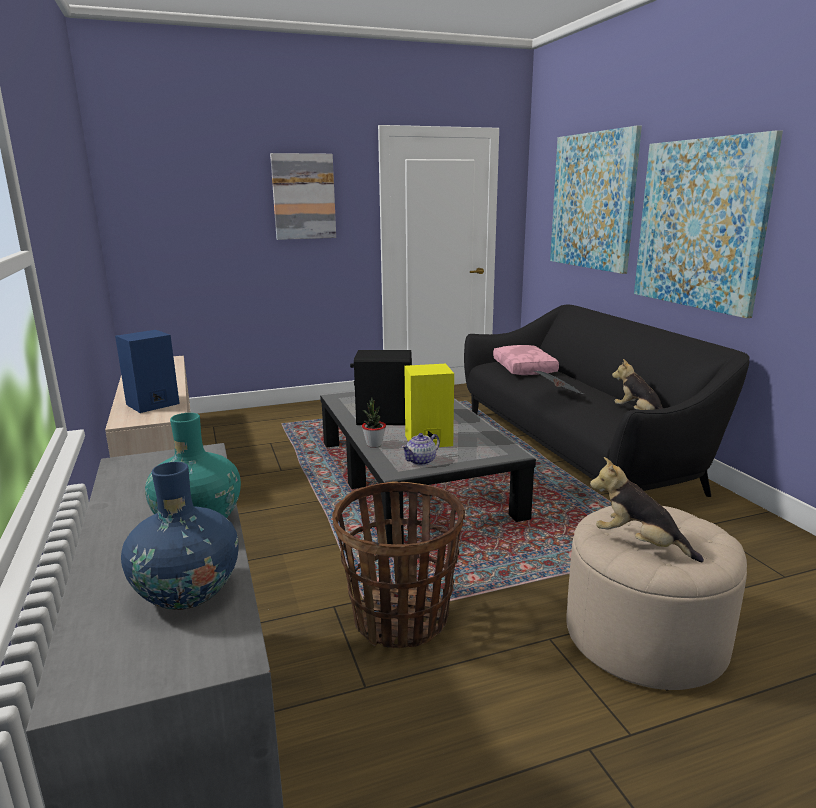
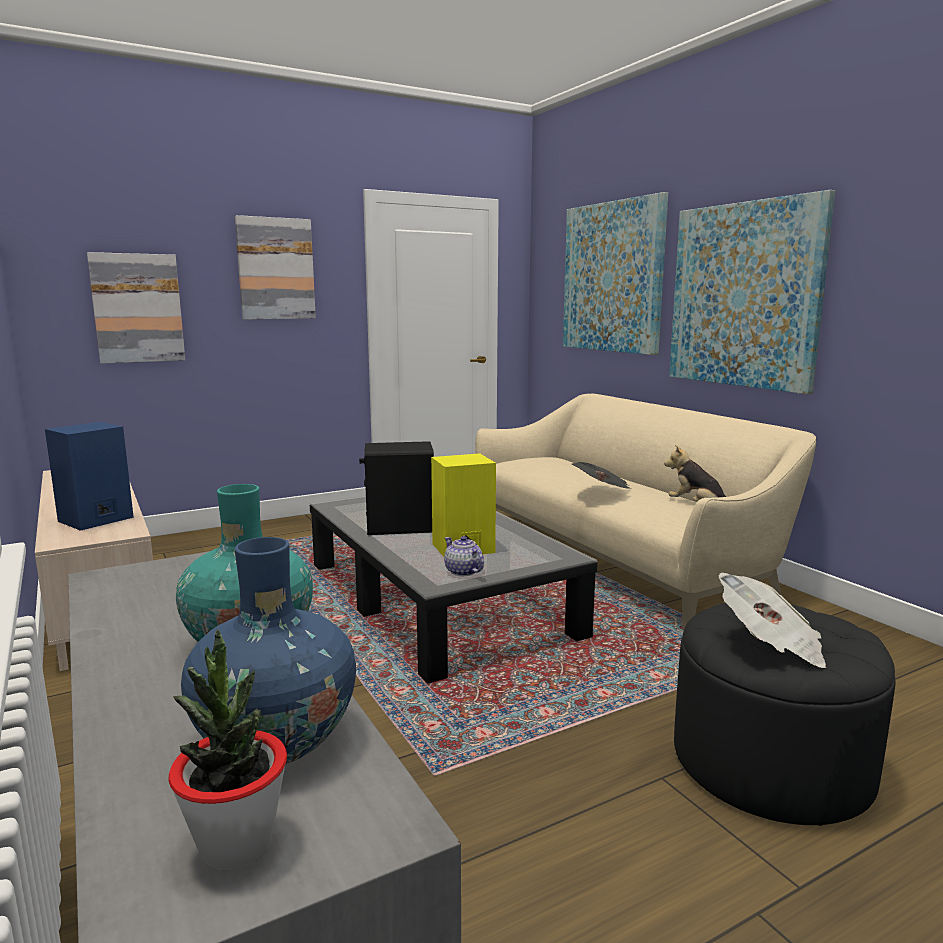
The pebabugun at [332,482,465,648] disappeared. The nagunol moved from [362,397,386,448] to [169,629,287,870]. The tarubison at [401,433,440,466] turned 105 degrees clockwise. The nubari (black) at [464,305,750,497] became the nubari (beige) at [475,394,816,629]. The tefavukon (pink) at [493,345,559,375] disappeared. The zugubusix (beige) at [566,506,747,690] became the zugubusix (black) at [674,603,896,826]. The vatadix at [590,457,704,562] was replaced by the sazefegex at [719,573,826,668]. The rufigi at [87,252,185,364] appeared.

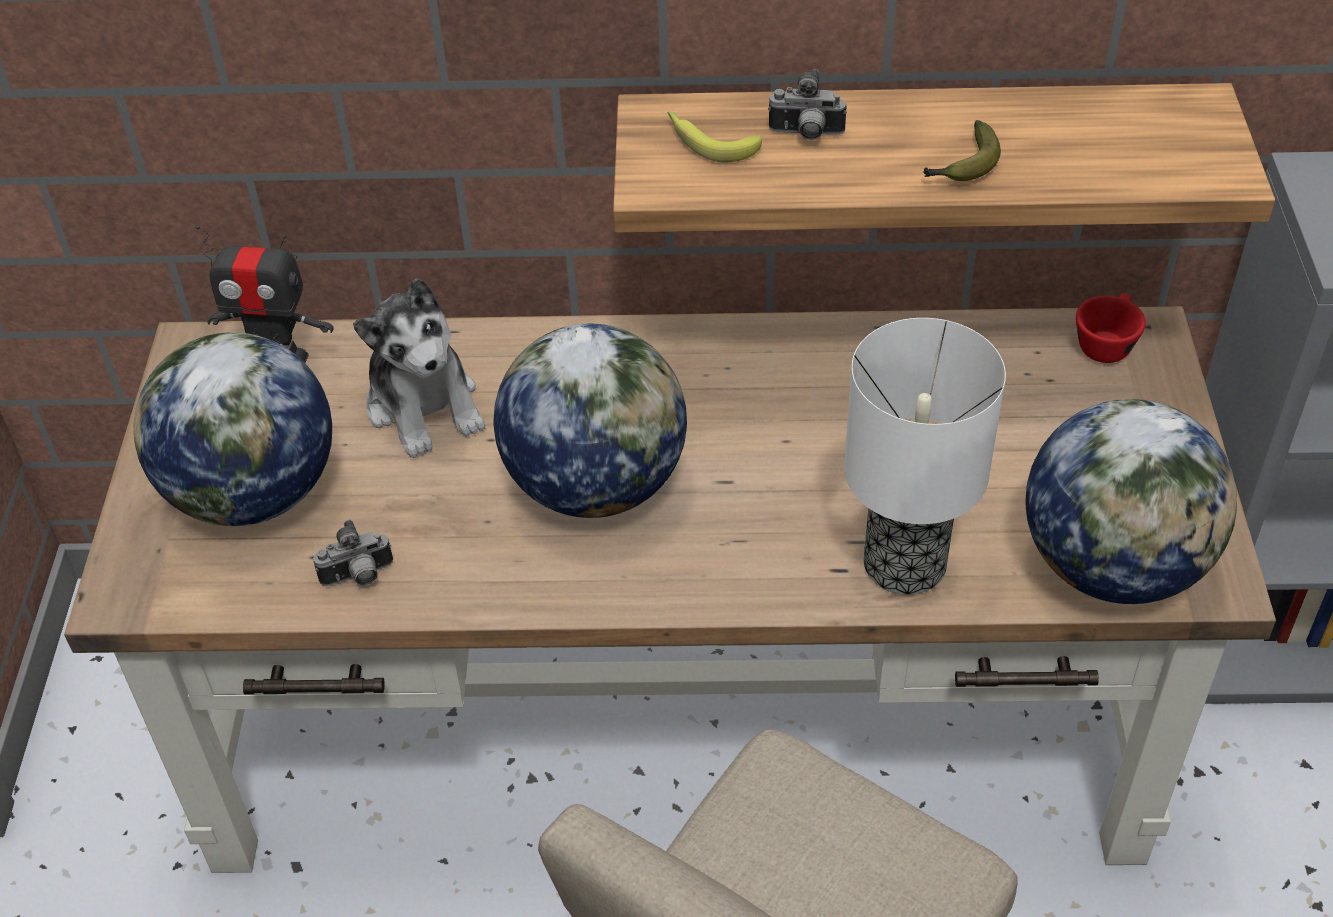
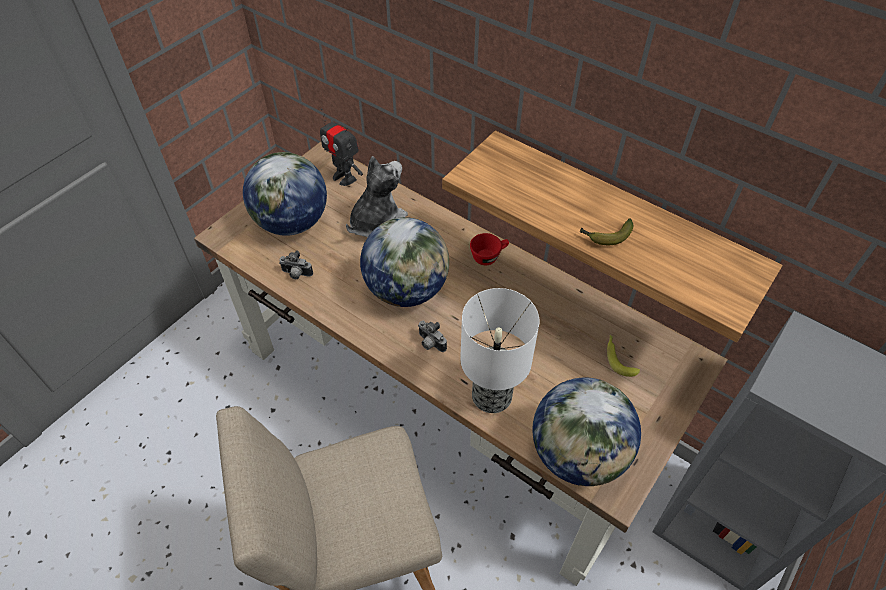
The vatadix at [353,278,485,458] turned 150 degrees counterclockwise. The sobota moved from [667,112,762,163] to [607,335,640,377]. The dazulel moved from [768,69,847,140] to [418,321,447,352]. The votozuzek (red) moved from [1076,293,1146,363] to [470,233,509,265].

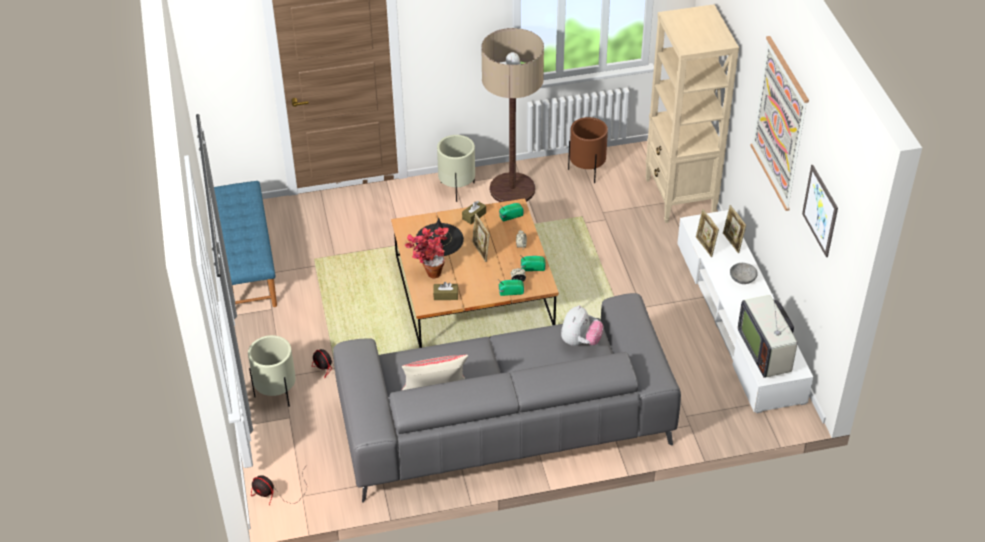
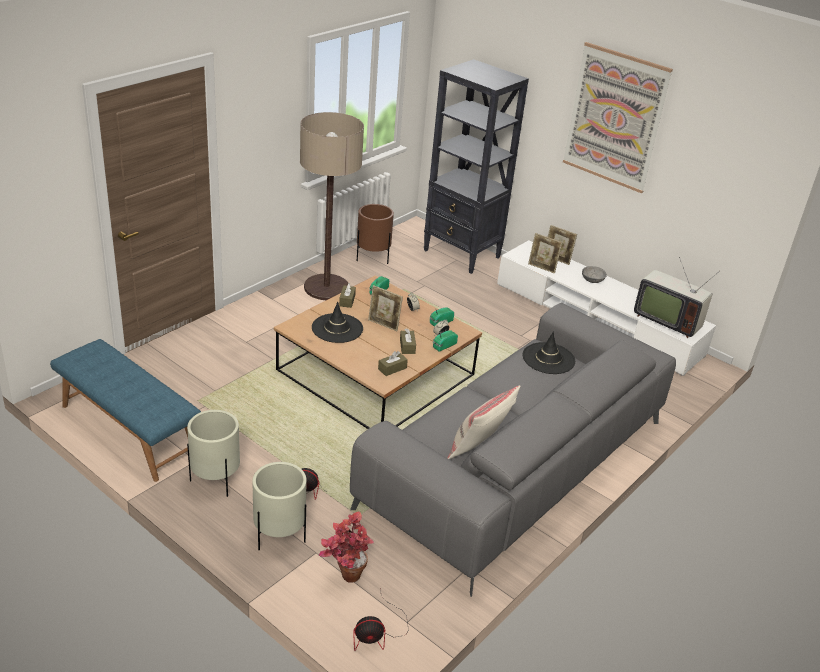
The nagunol moved from [405,227,449,278] to [319,512,374,583]. The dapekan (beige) moved from [437,135,475,202] to [187,410,240,497]. The vatadix at [561,305,604,346] was replaced by the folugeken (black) at [523,331,575,374]. The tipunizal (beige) at [645,4,739,223] became the tipunizal (black) at [424,59,529,274]. The rufigi at [802,165,838,257] disappeared. The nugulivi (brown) at [400,328,416,354] appeared.

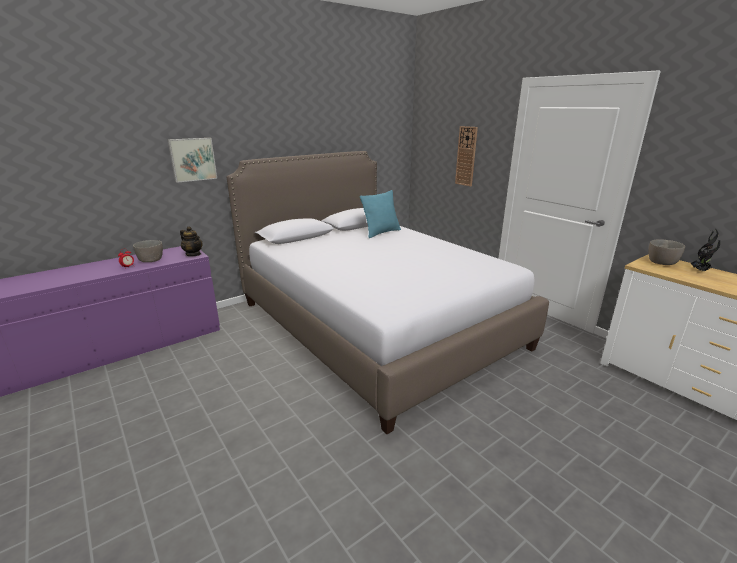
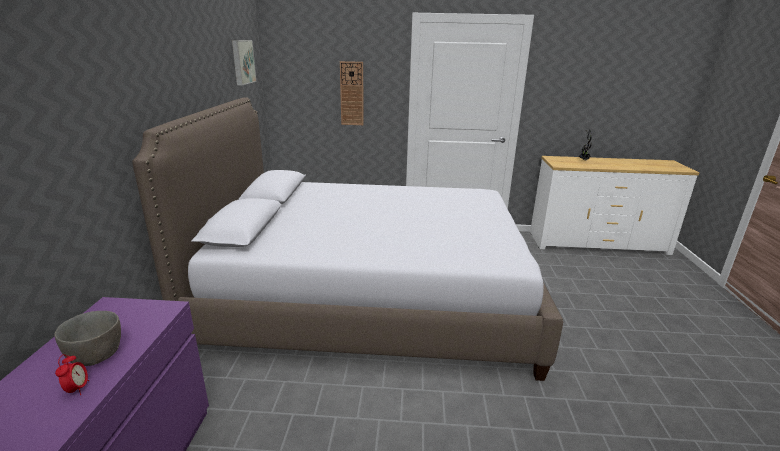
The rufigi moved from [168,138,217,183] to [232,40,256,85]. The tarubison at [180,226,203,256] disappeared. The tefavukon (turquoise) at [360,190,401,238] disappeared. The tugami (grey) at [649,240,685,265] disappeared.

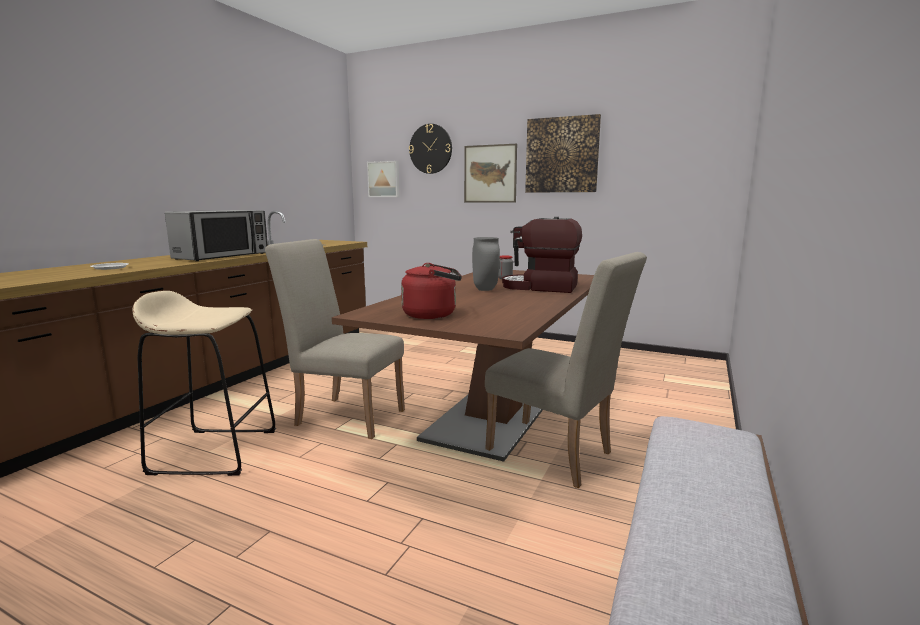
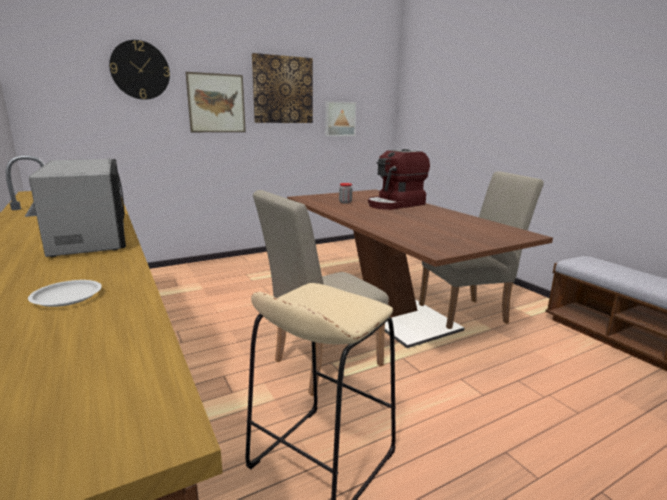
The rufigi moved from [367,161,400,197] to [325,101,356,136]. The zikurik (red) at [401,263,462,319] disappeared. The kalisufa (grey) at [472,237,500,291] disappeared.

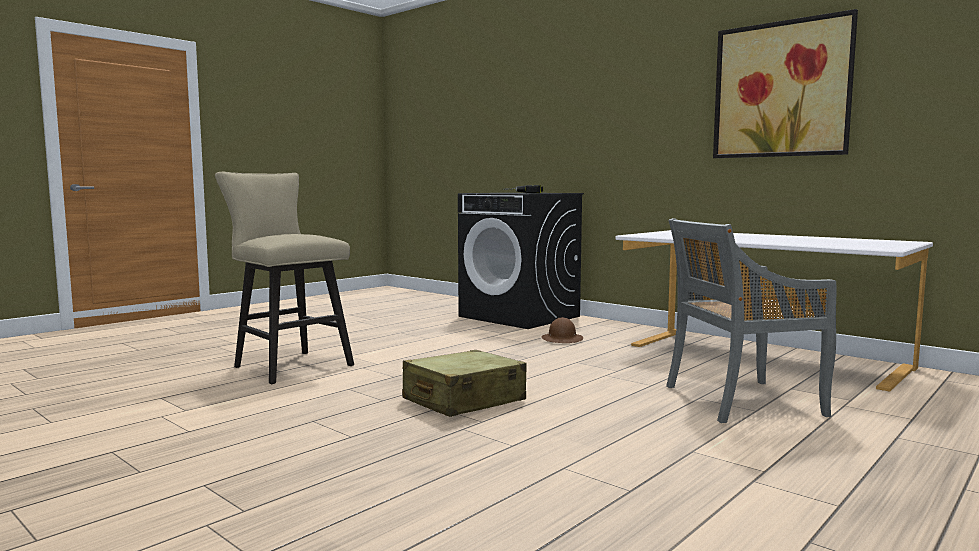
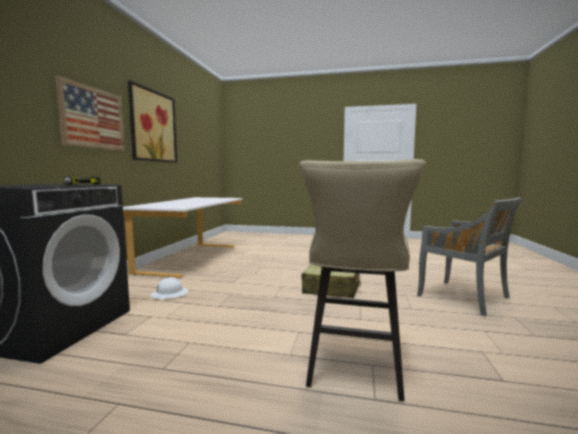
The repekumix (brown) at [541,317,583,343] became the repekumix (white) at [151,277,188,299]. The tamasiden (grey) moved from [666,218,837,423] to [417,197,522,316]. The rufigi at [55,76,125,151] appeared.

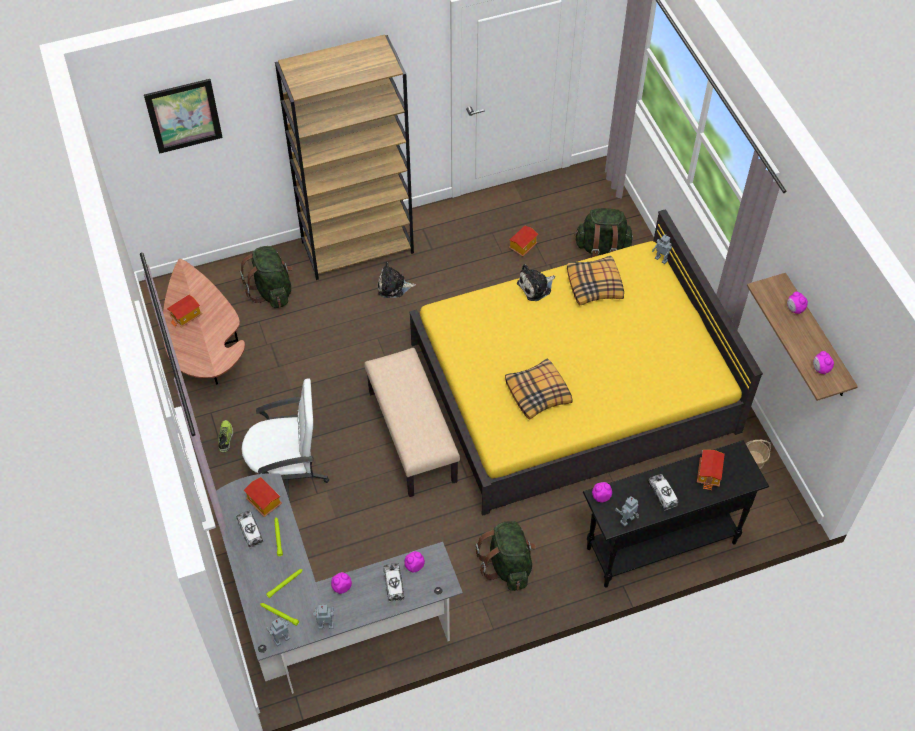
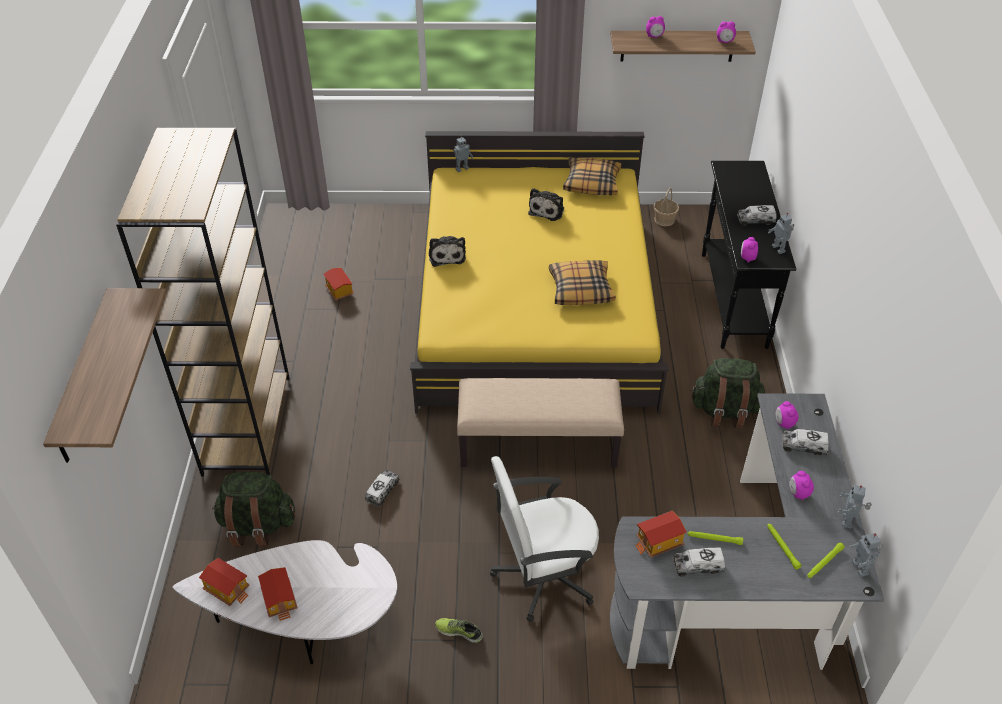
The rufigi at [144,79,223,154] was replaced by the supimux at [43,288,167,463]. The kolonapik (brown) at [163,259,245,384] became the kolonapik (white) at [173,540,397,664]. The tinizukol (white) at [242,379,329,501] turned 120 degrees counterclockwise. The vatadix moved from [378,261,416,298] to [528,188,564,221]. The tefavukon moved from [567,256,624,306] to [563,157,622,195]. The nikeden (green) at [574,208,633,258] disappeared. The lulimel moved from [697,450,725,490] to [199,558,250,606]. The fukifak at [365,470,400,507] appeared.

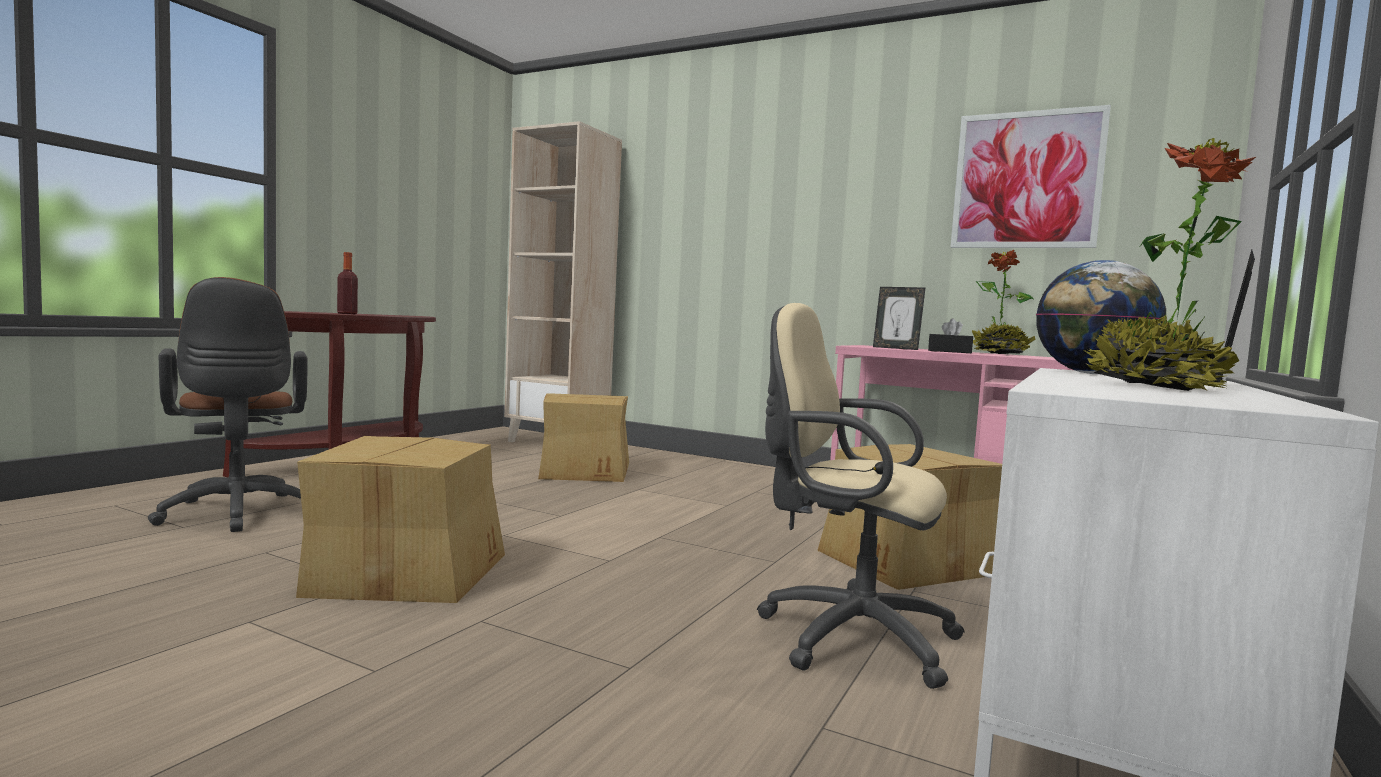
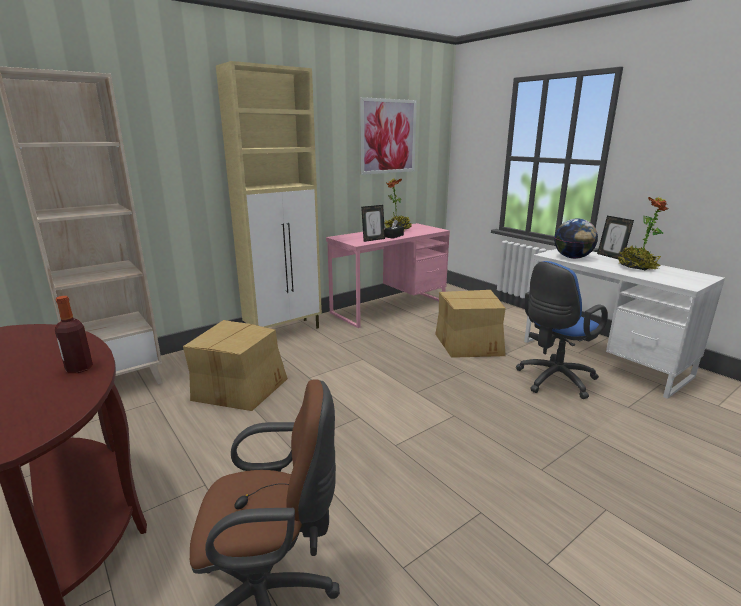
The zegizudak at [296,436,505,603] disappeared. The tinizukol (beige) at [757,303,965,689] became the tinizukol (blue) at [516,261,608,399]. The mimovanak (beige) at [216,61,322,329] appeared.

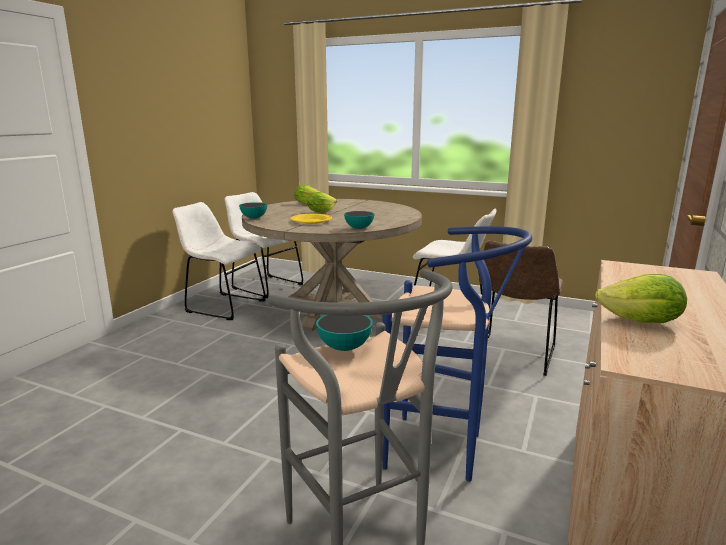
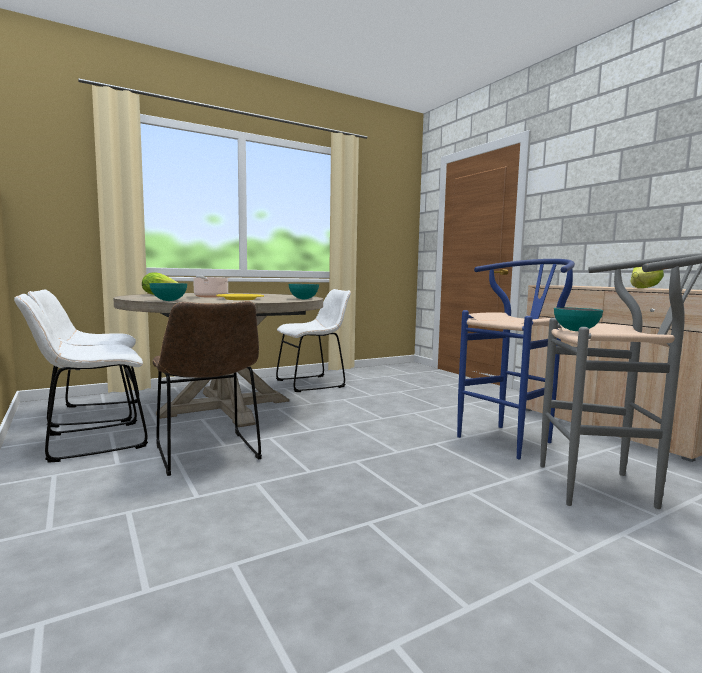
The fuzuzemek at [307,192,337,213] was replaced by the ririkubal at [192,275,229,298]. The tamasiden (brown) moved from [479,240,564,376] to [152,301,262,476].

